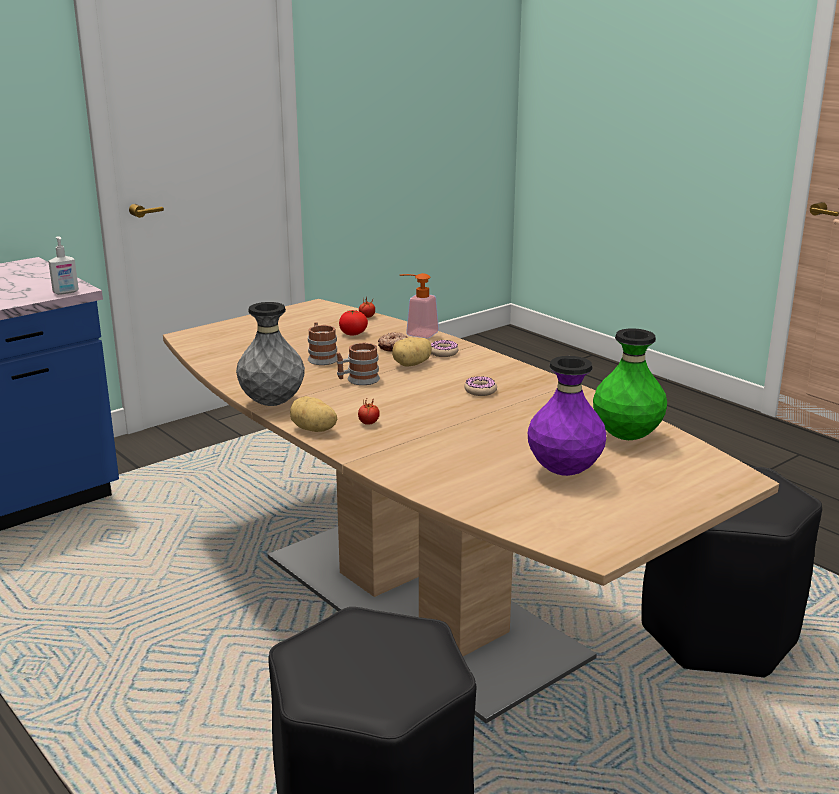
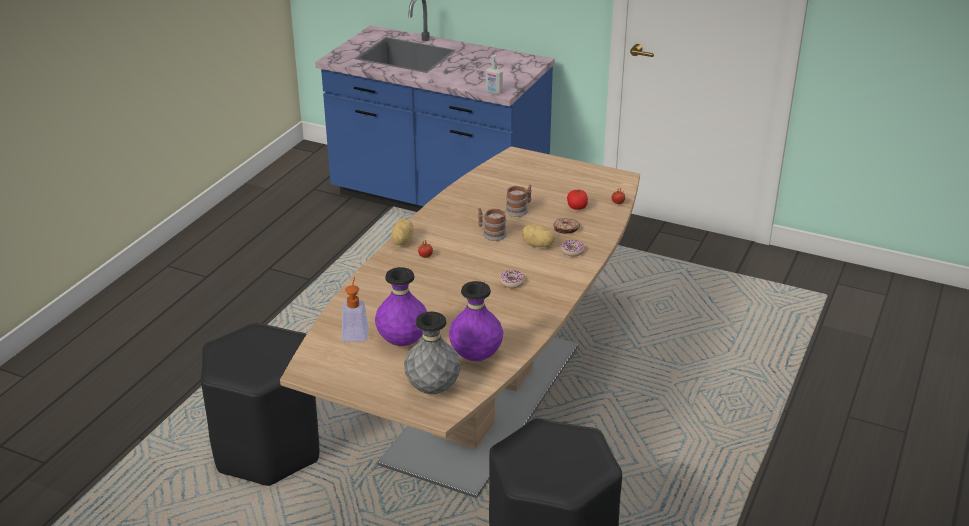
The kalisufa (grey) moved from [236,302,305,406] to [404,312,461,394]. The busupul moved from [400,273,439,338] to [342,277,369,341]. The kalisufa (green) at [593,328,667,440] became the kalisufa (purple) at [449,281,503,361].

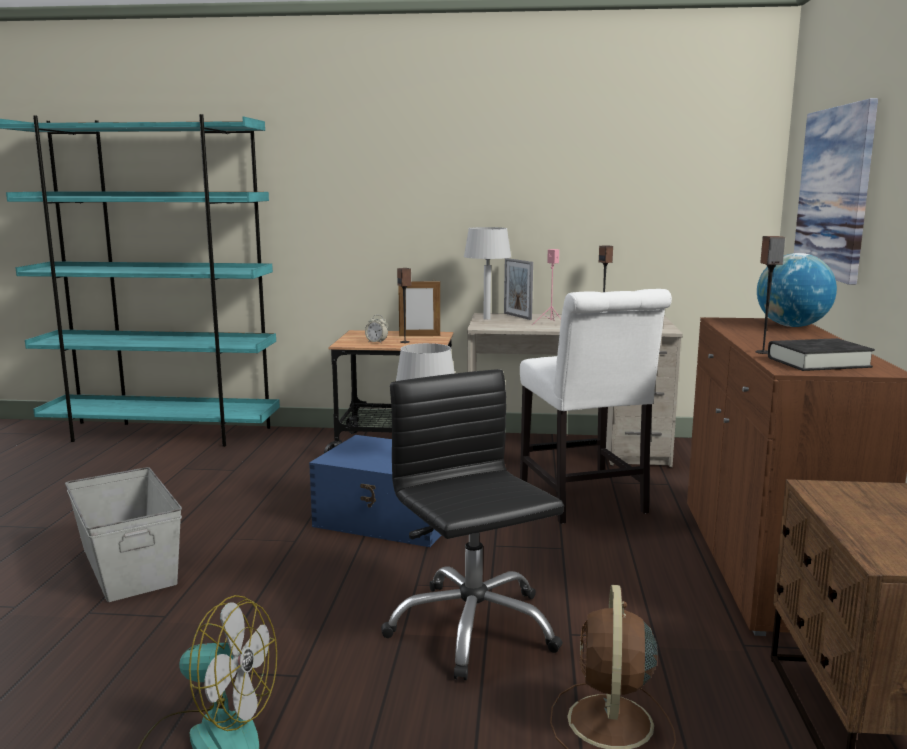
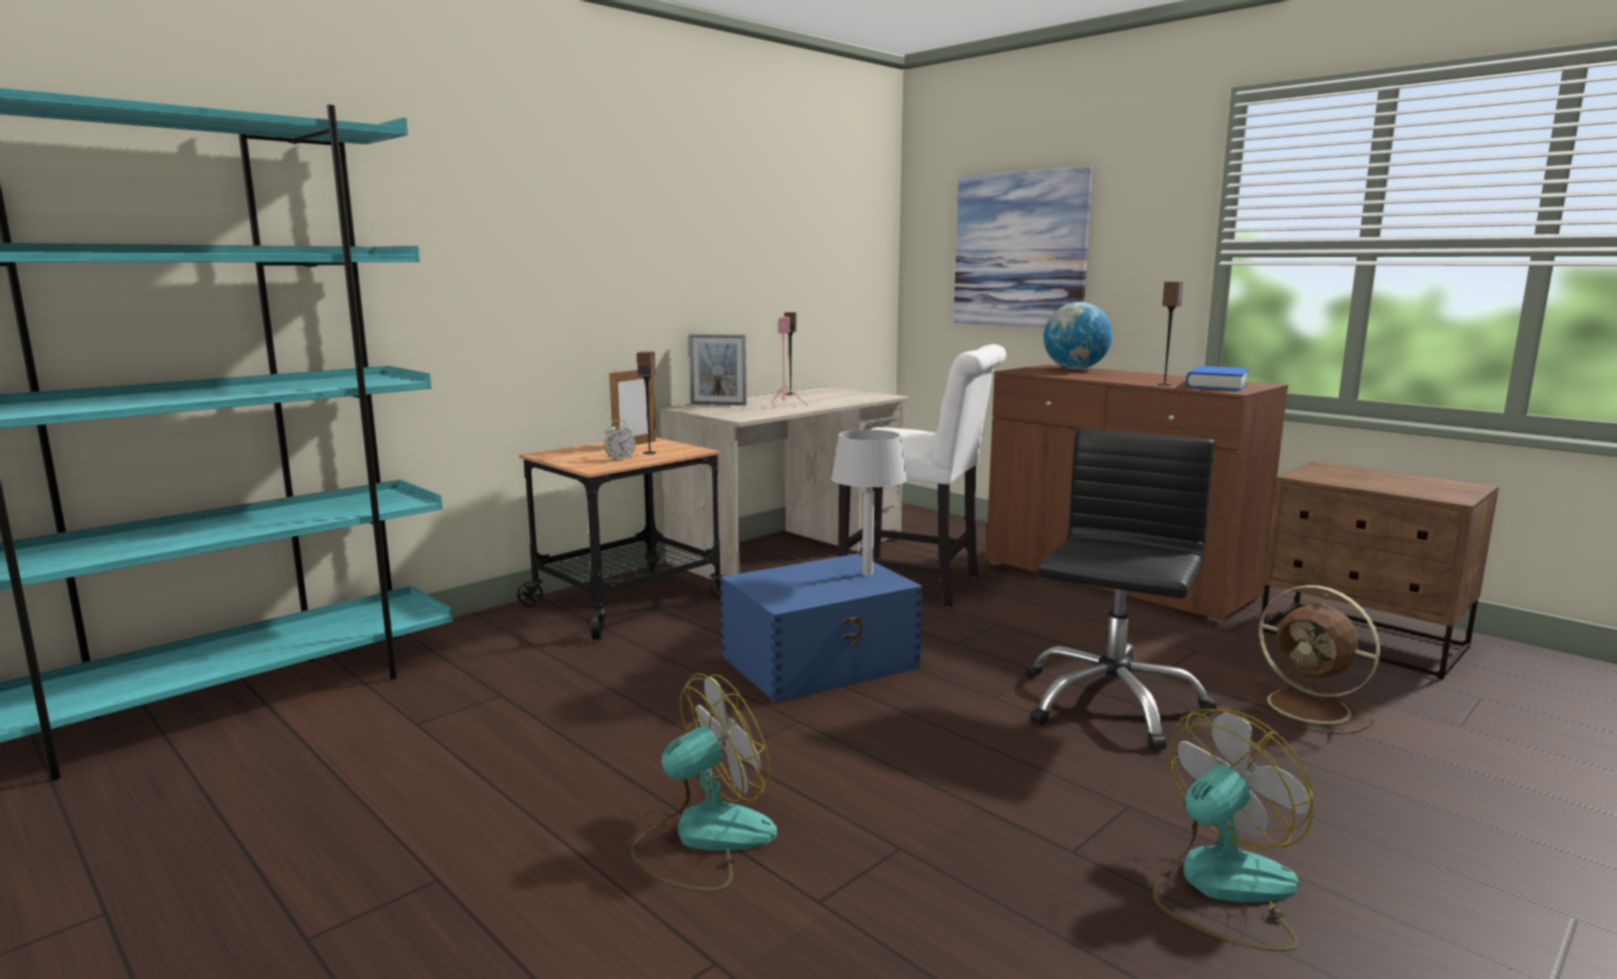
The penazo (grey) at [65,467,182,602] was replaced by the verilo at [630,673,777,891]. The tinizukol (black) at [381,369,564,680] turned 105 degrees clockwise. The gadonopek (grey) at [464,227,511,320] disappeared. The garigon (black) at [768,338,875,371] became the garigon (blue) at [1186,366,1249,391].

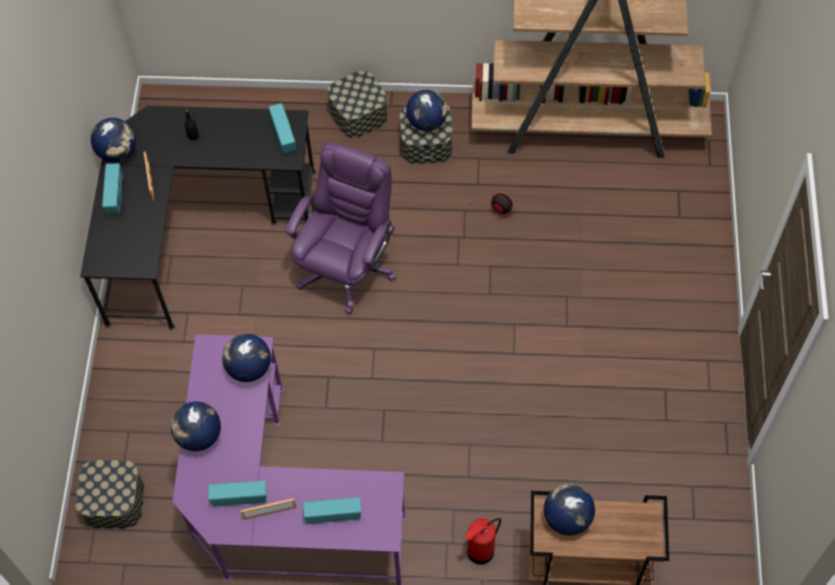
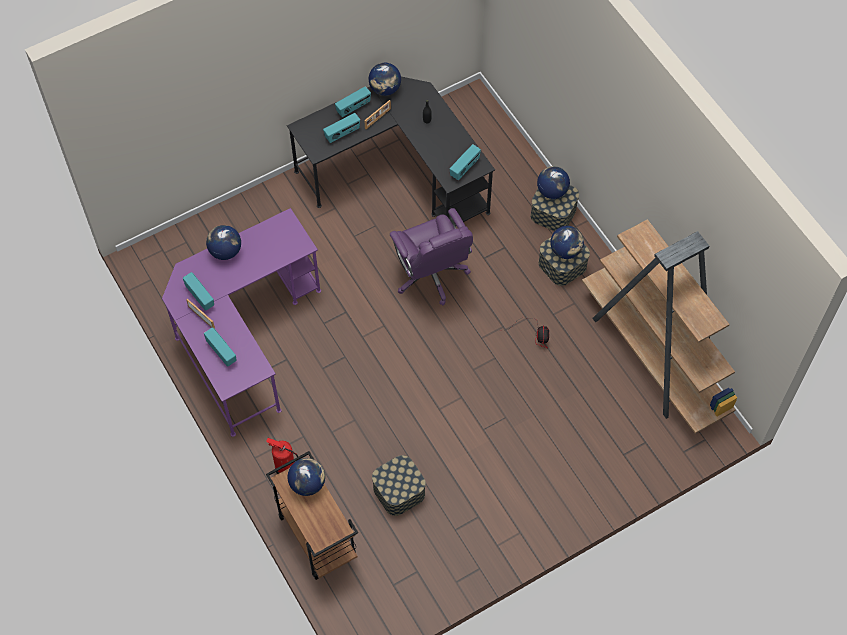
The penazo moved from [75,460,144,529] to [372,455,426,516]. The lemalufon moved from [222,334,271,382] to [537,166,570,199]. The tinizukol (purple) at [285,142,395,315] turned 75 degrees clockwise. The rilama at [323,113,360,143] appeared.

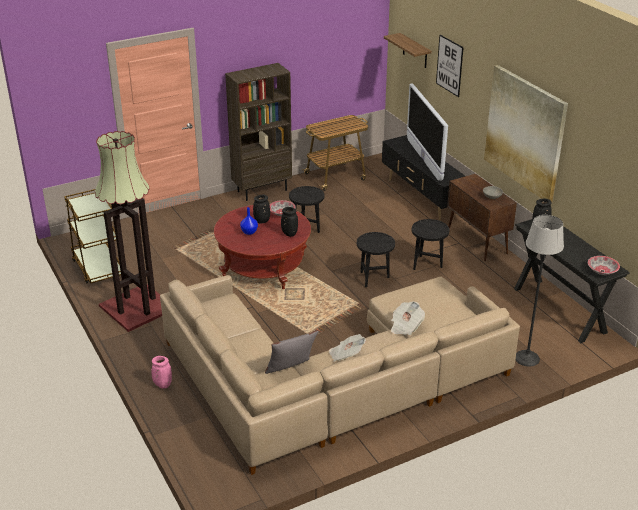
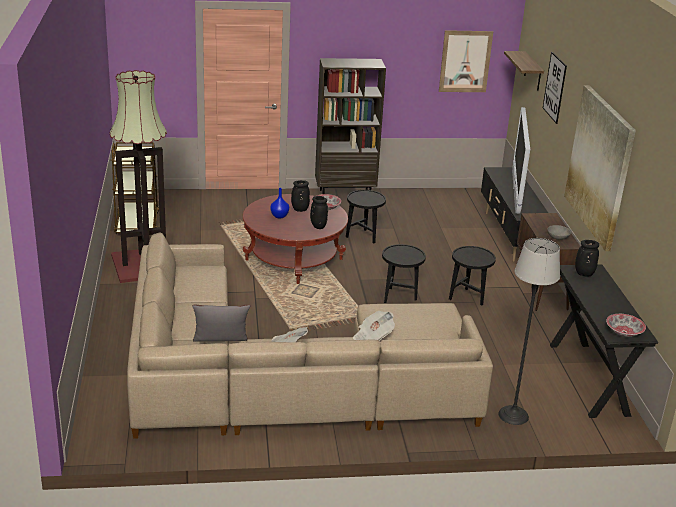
The kalisufa (pink) at [152,356,172,389] disappeared. The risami at [302,115,368,191] disappeared. The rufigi at [439,30,493,92] appeared.

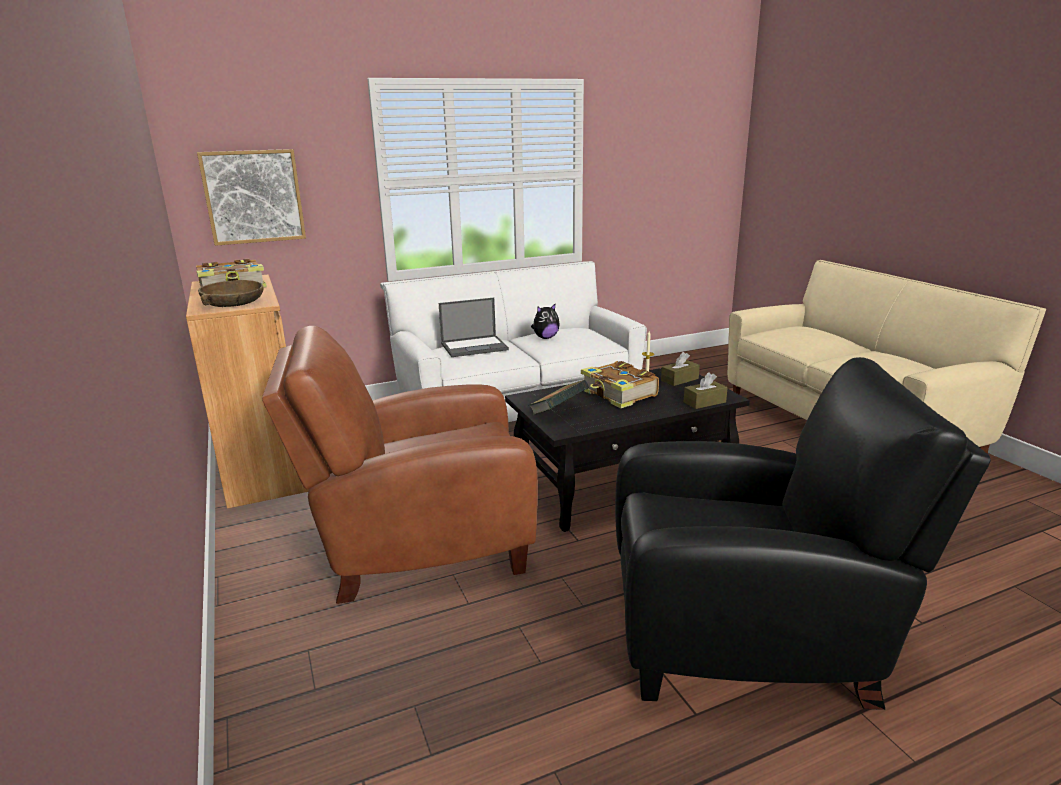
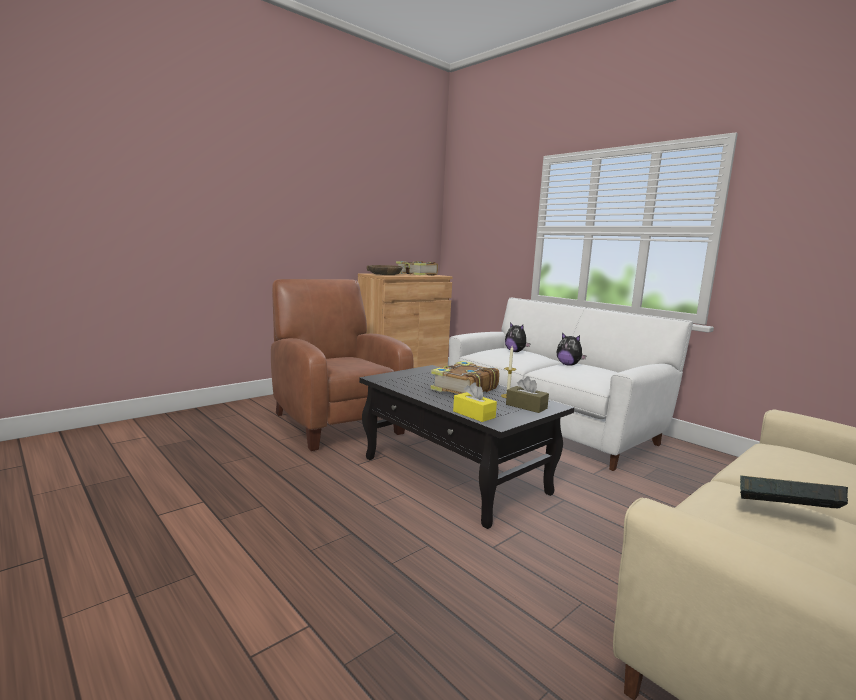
The rufigi at [197,149,306,246] disappeared. The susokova at [439,298,509,357] was replaced by the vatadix at [505,322,531,352]. The garigon moved from [528,380,589,415] to [740,475,848,509]. The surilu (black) at [615,357,991,710] disappeared. The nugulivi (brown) at [684,372,728,409] became the nugulivi (yellow) at [453,382,497,422].

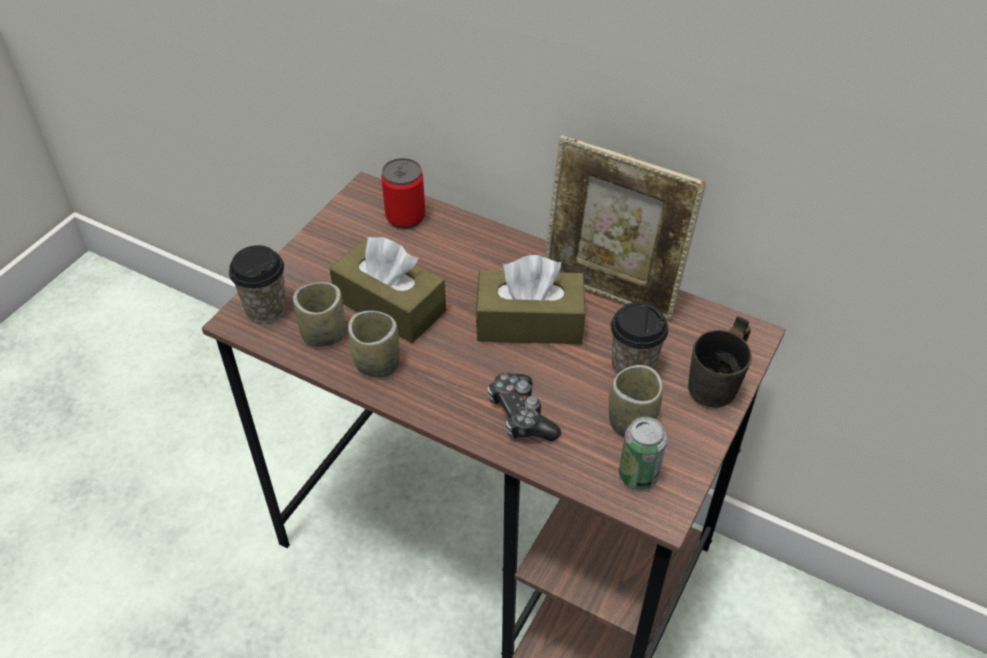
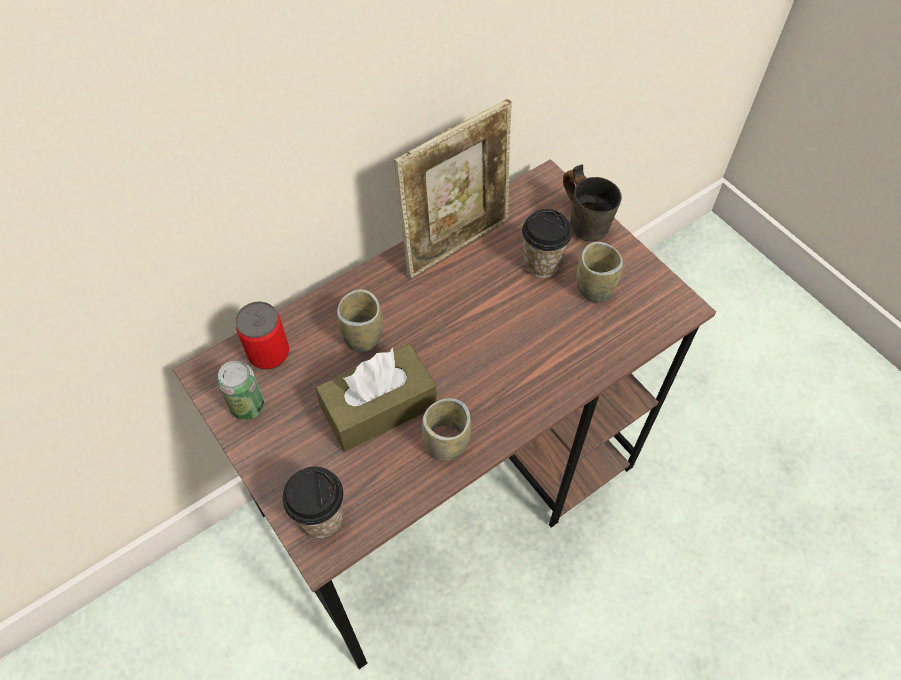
The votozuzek moved from [293,282,345,347] to [337,289,383,353]. The nugulivi (brown) at [475,255,585,344] disappeared. The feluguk at [487,373,561,441] disappeared. The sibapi moved from [619,417,667,490] to [217,361,265,420].

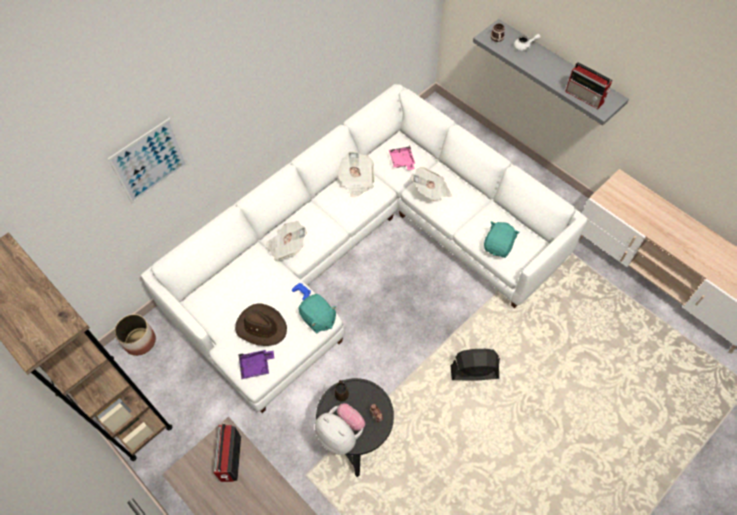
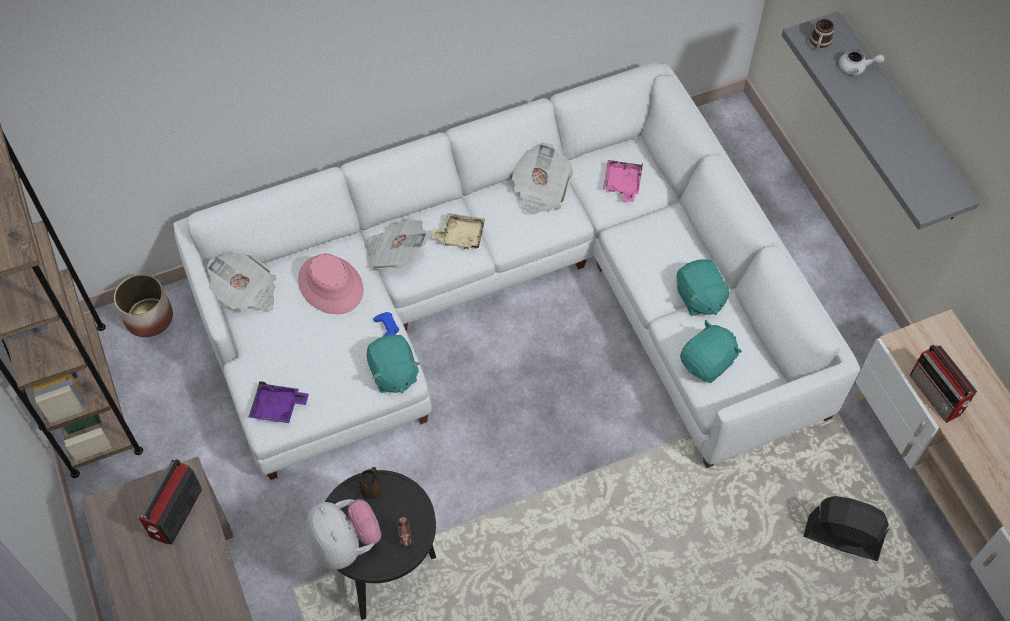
The rufigi at [108,118,188,203] disappeared. The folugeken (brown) at [235,303,287,346] disappeared. The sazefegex moved from [411,167,452,201] to [207,251,276,312]. The verilo (black) moved from [451,349,500,381] to [803,496,889,561]. The rilama moved from [565,62,612,109] to [910,344,977,423]. The folugeken (pink) at [298,254,364,314] appeared. The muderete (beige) at [431,213,485,249] appeared. The vatadix (turquoise) at [676,259,733,316] appeared.

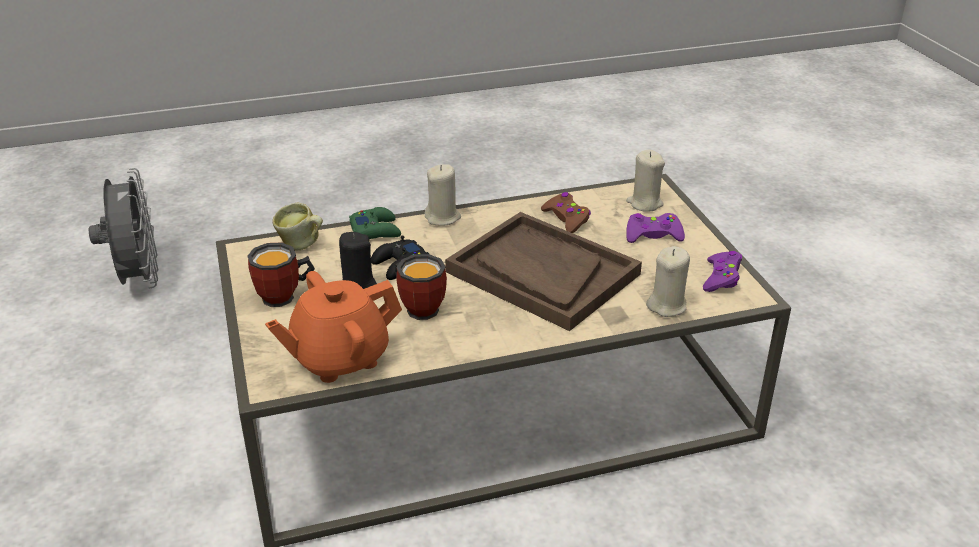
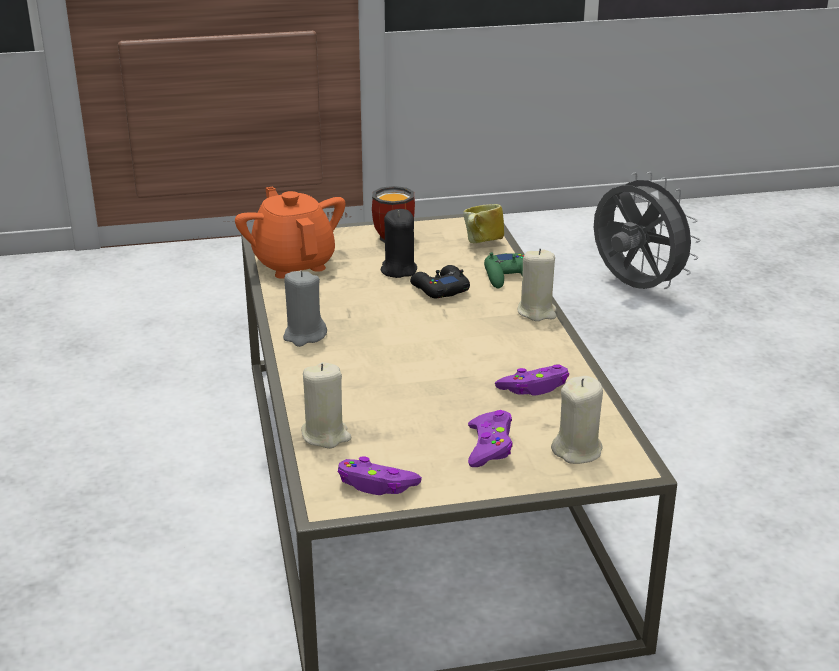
The verilo (grey) at [89,168,158,289] turned 120 degrees counterclockwise. The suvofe at [395,254,447,320] disappeared. The muderete (brown) at [445,212,642,331] disappeared. The feluguk (brown) at [541,192,591,233] became the feluguk (purple) at [495,364,569,396]. The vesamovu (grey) at [283,270,327,347] appeared.

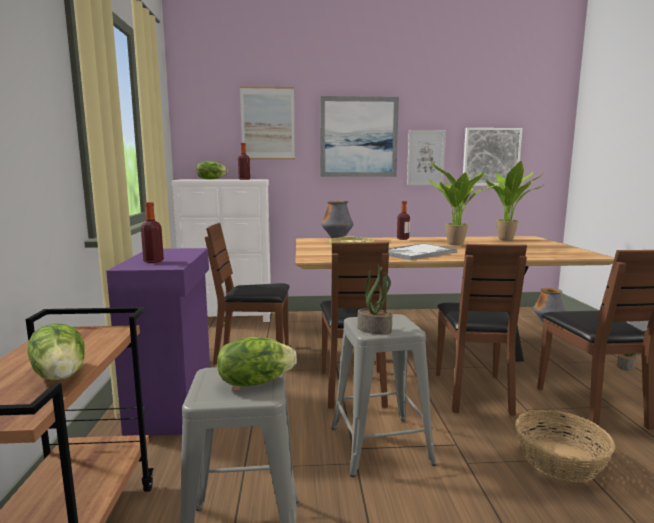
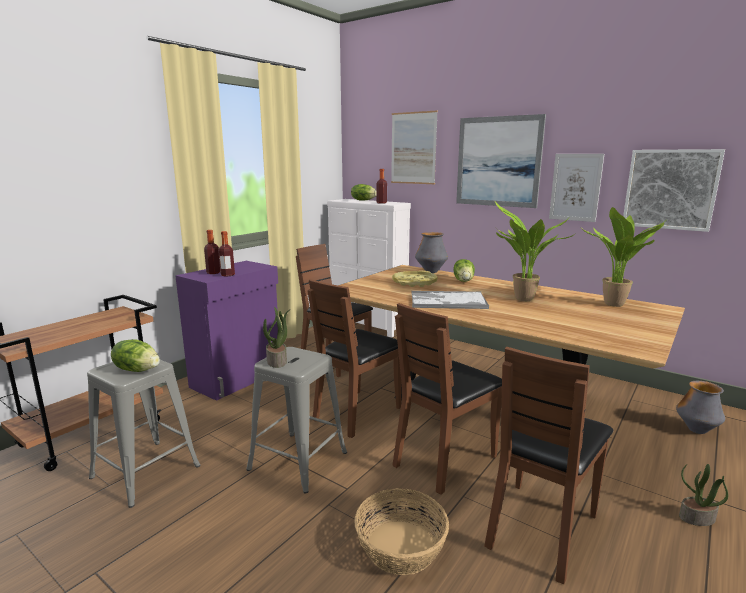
The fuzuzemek moved from [28,323,85,380] to [453,259,475,282]. The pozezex moved from [397,201,410,240] to [218,231,235,277].

